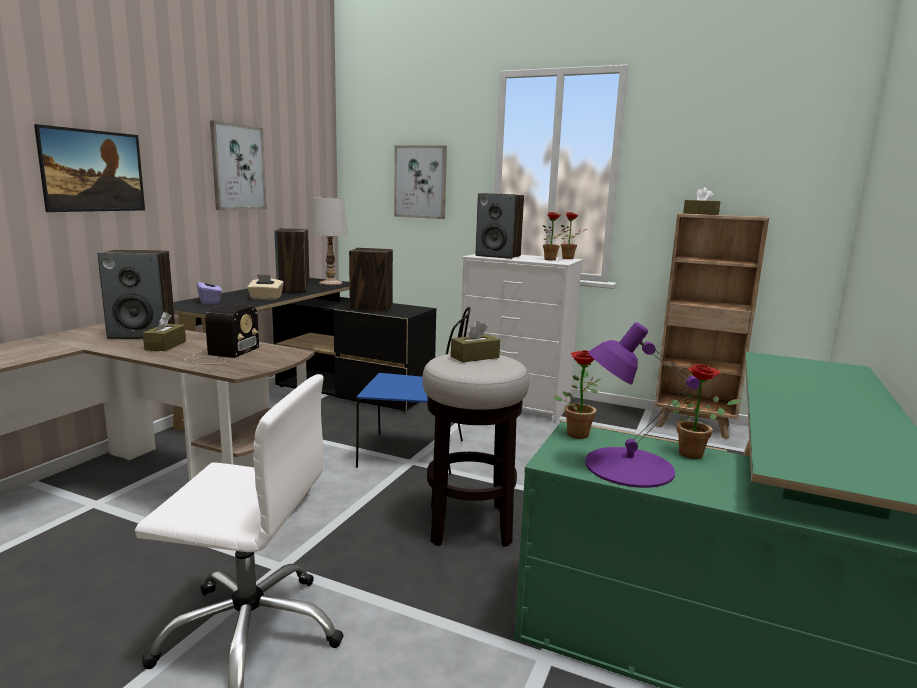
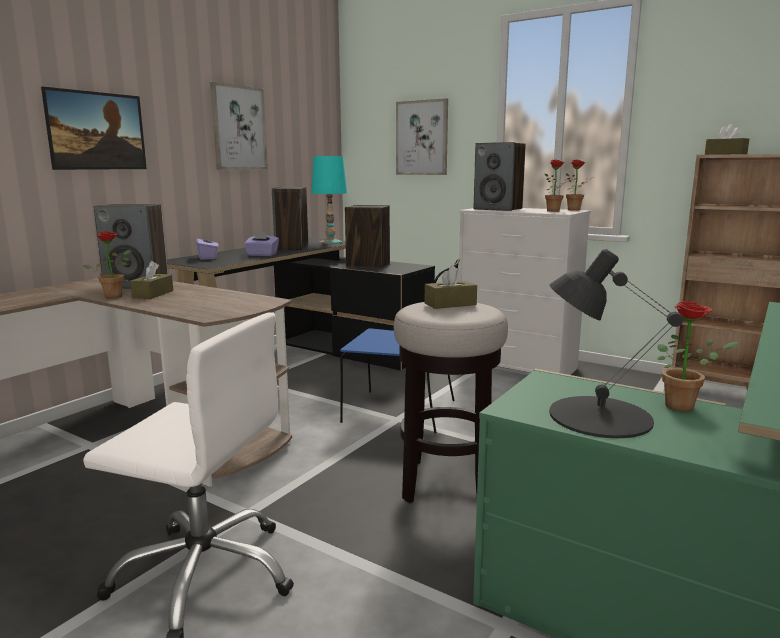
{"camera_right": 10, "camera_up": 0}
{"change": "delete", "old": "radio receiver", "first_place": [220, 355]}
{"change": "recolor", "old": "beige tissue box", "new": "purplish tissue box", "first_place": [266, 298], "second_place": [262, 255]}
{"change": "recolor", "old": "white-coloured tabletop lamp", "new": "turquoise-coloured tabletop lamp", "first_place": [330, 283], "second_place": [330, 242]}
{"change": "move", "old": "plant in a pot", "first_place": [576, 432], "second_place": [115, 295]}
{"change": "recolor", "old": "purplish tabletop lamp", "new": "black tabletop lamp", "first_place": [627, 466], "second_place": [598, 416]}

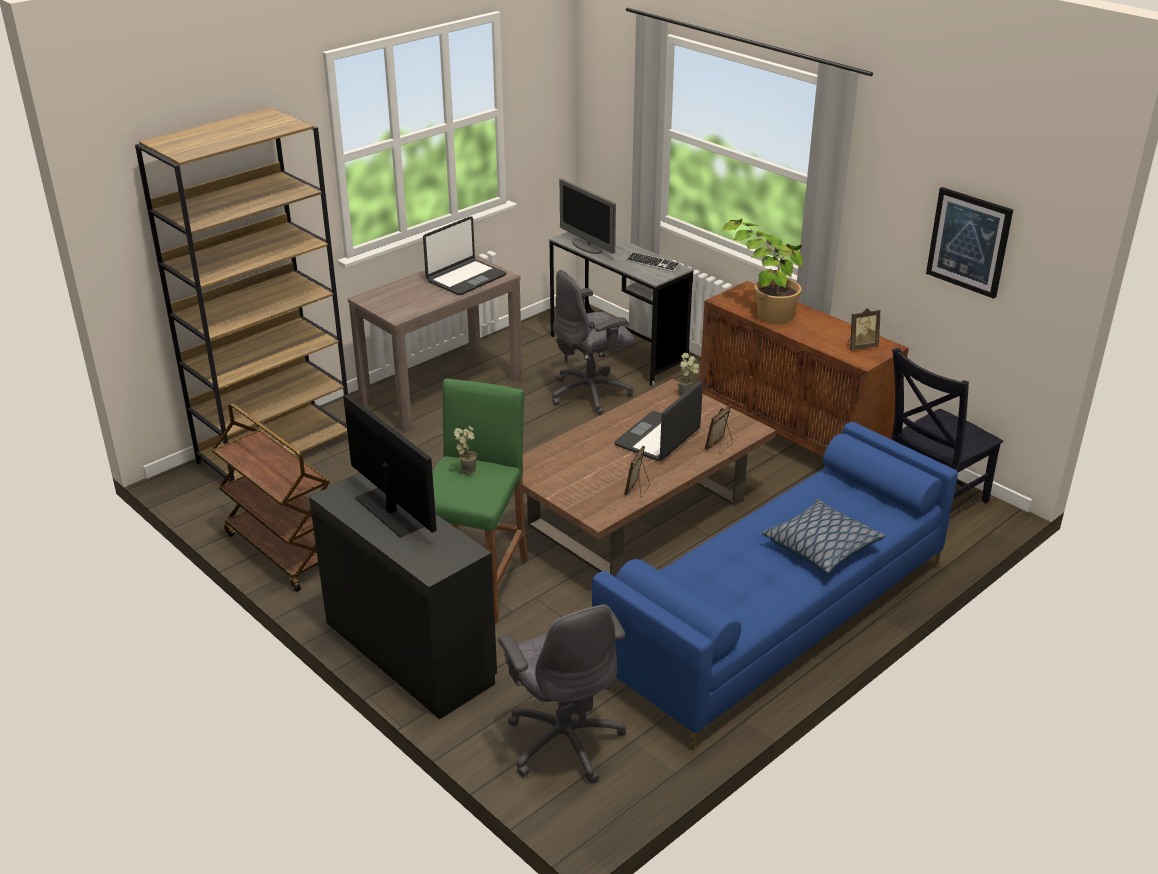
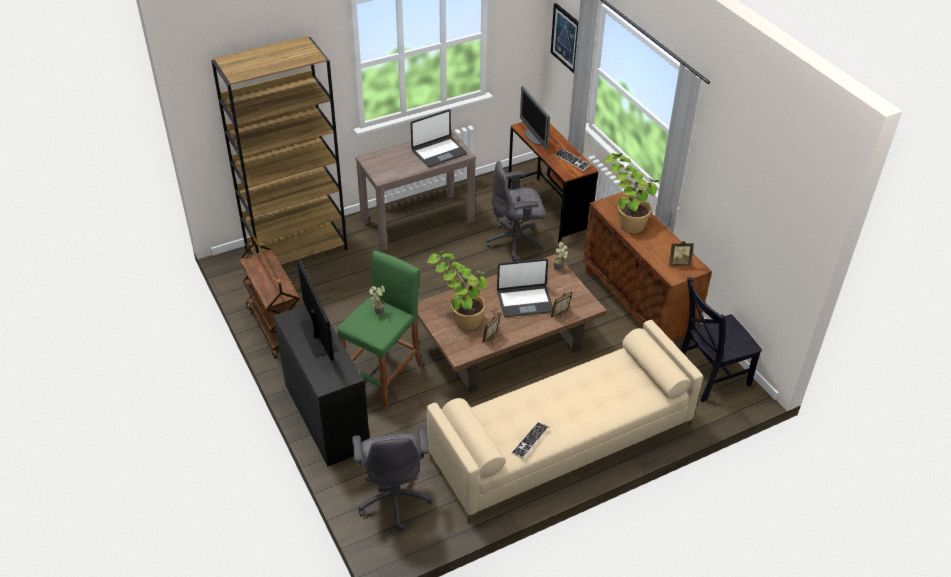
{"camera_right": 15, "camera_up": 10}
{"change": "recolor", "old": "gray desk unit", "new": "brown desk unit", "first_place": [618, 352], "second_place": [548, 210]}
{"change": "recolor", "old": "bluish settee", "new": "beige settee", "first_place": [775, 619], "second_place": [561, 444]}
{"change": "rotate", "old": "laptop", "first_place": [658, 438], "second_place": [524, 301], "degrees": -150}
{"change": "delete", "old": "cushion", "first_place": [821, 546]}
{"change": "move", "old": "picture", "first_place": [969, 242], "second_place": [566, 38]}
{"change": "insert", "new": "plant in a pot", "second_place": [459, 313]}
{"change": "insert", "new": "PC keyboard", "second_place": [530, 441]}

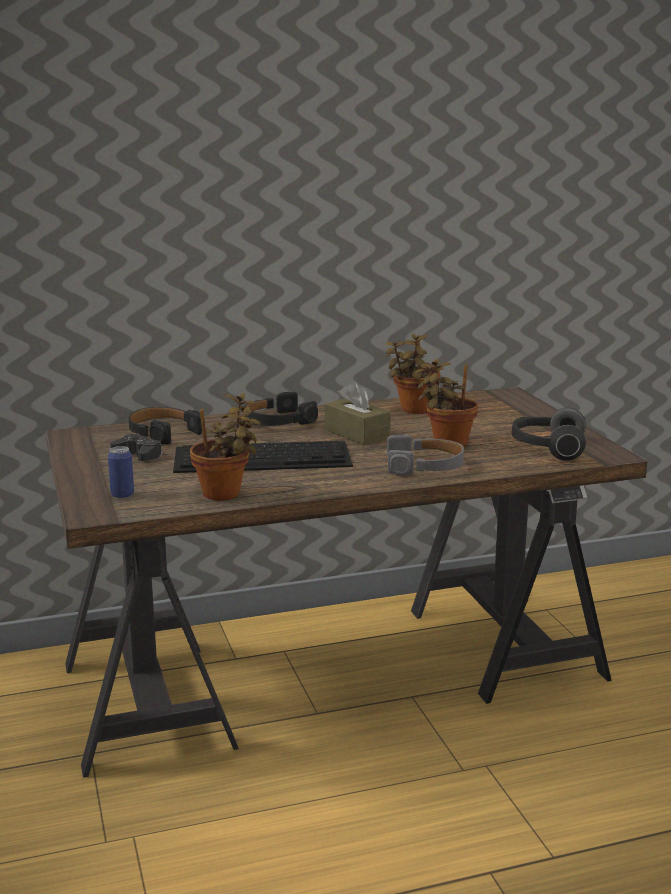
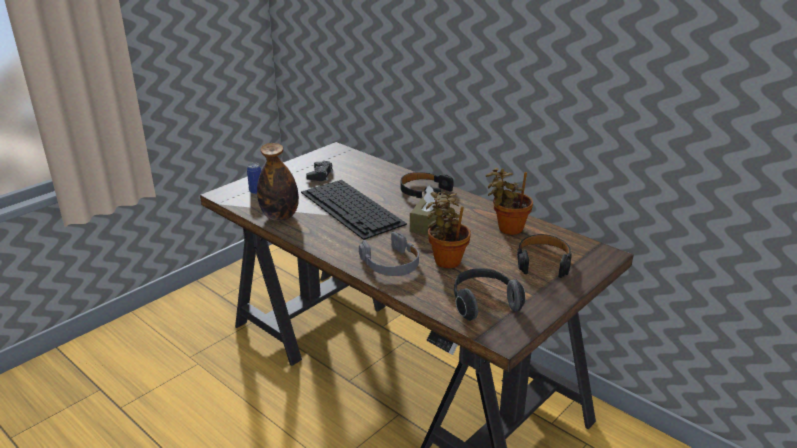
{"camera_right": 60, "camera_up": 10}
{"change": "move", "old": "black pair of headphones", "first_place": [163, 432], "second_place": [543, 261]}
{"change": "replace", "old": "plant in a pot", "new": "bottle", "first_place": [225, 494], "second_place": [280, 216]}

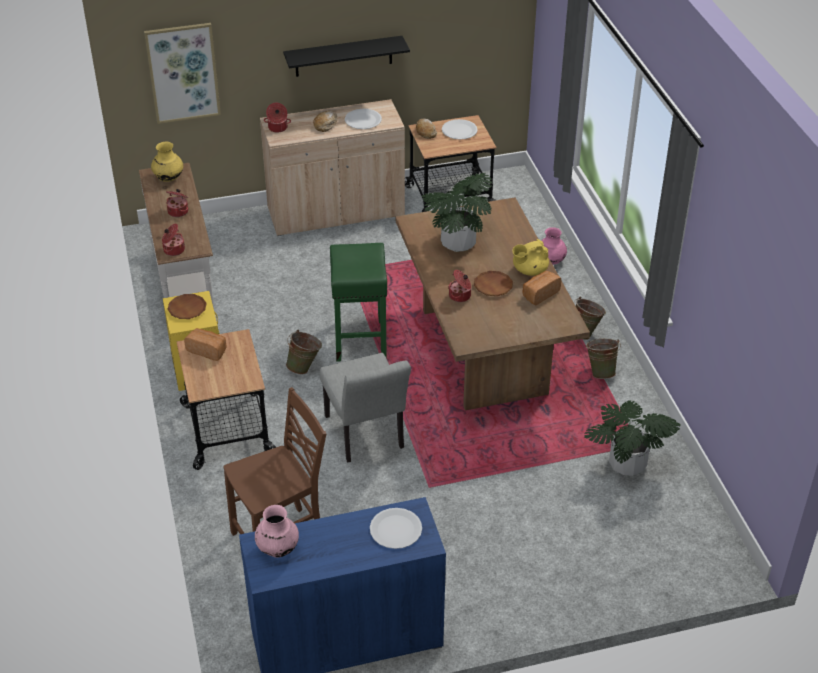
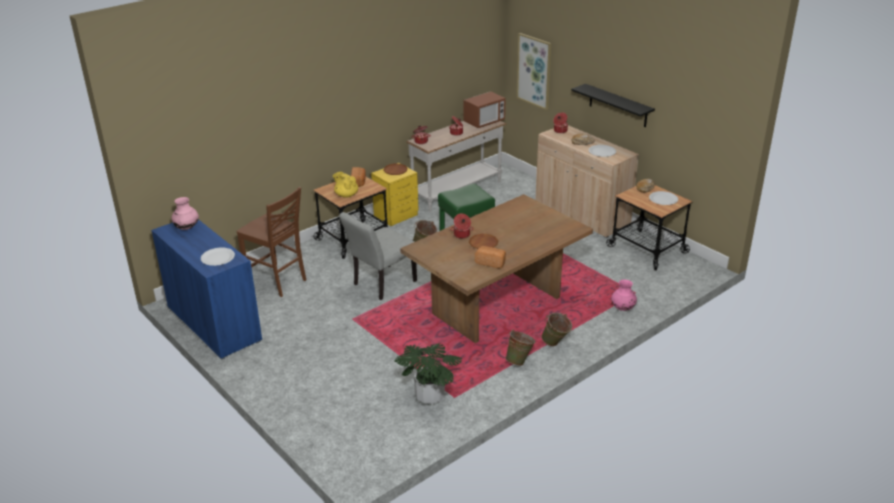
{"camera_right": 65, "camera_up": -10}
{"change": "replace", "old": "yellowish vase", "new": "microwave", "first_place": [168, 178], "second_place": [484, 122]}
{"change": "delete", "old": "plant in a pot", "first_place": [458, 243]}
{"change": "move", "old": "yellowish tea pot", "first_place": [529, 271], "second_place": [346, 195]}

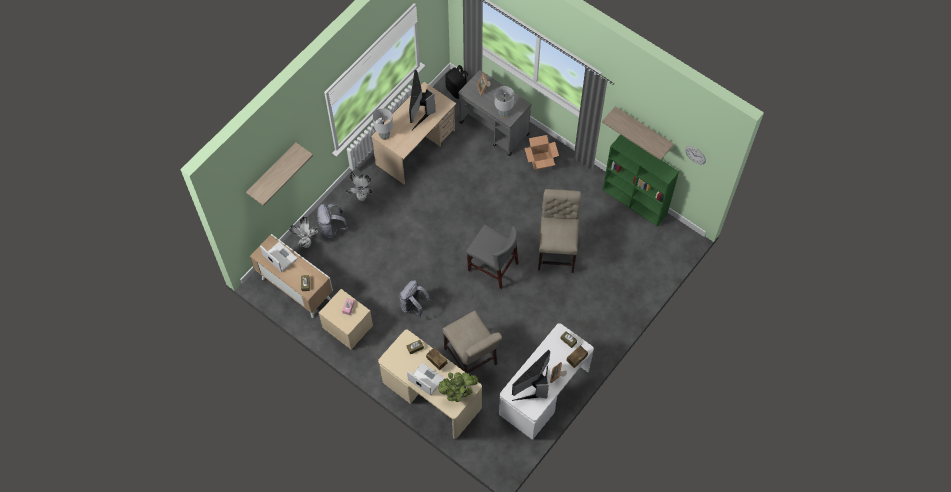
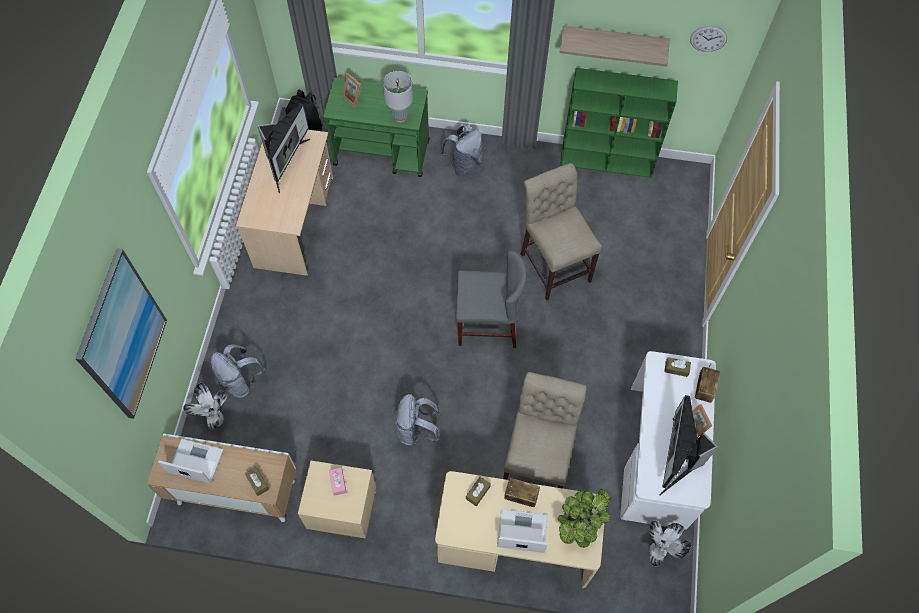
{"camera_right": -30, "camera_up": 0}
{"change": "replace", "old": "wall shelf", "new": "picture", "first_place": [272, 171], "second_place": [122, 337]}
{"change": "move", "old": "plant in a pot", "first_place": [362, 198], "second_place": [657, 553]}
{"change": "delete", "old": "gray tabletop lamp", "first_place": [384, 136]}
{"change": "rotate", "old": "computer screen", "first_place": [420, 111], "second_place": [286, 162], "degrees": -135}
{"change": "rotate", "old": "beige upright chair", "first_place": [472, 359], "second_place": [537, 461], "degrees": -105}
{"change": "recolor", "old": "gray trolley", "new": "green trolley", "first_place": [494, 128], "second_place": [382, 153]}
{"change": "replace", "old": "packing box", "new": "gray knapsack", "first_place": [541, 160], "second_place": [463, 164]}

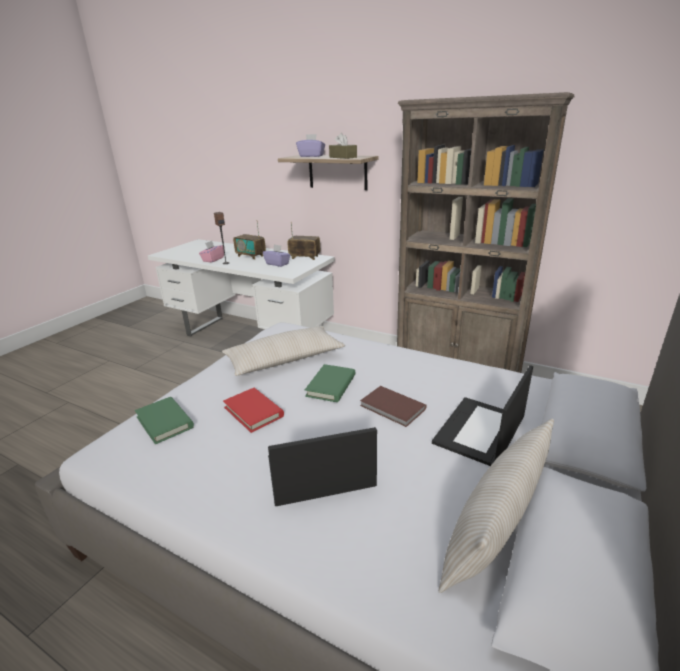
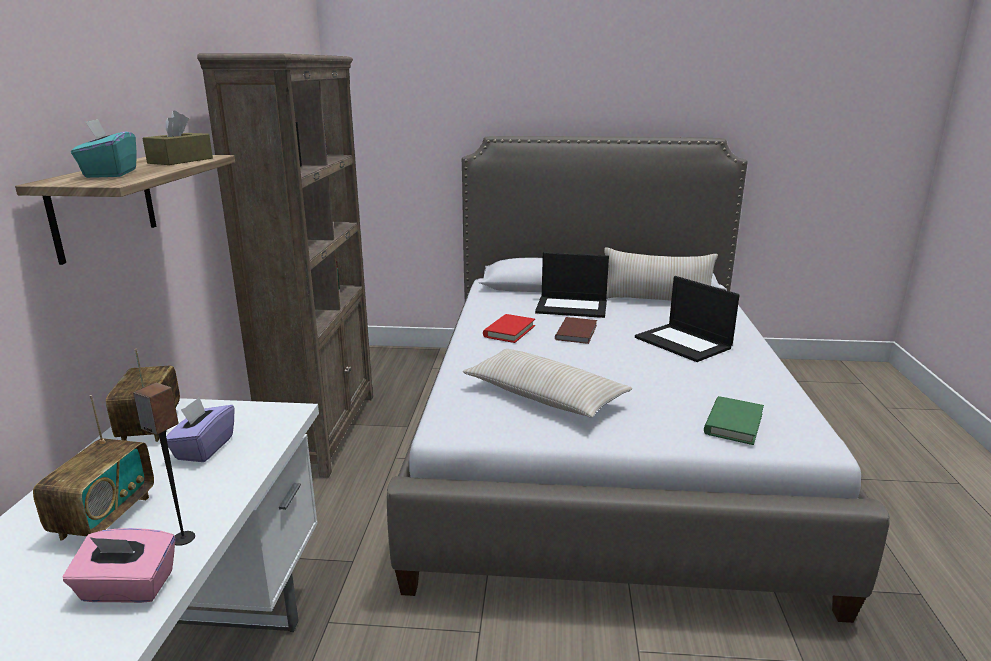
{"camera_right": -115, "camera_up": -5}
{"change": "move", "old": "red book", "first_place": [253, 412], "second_place": [509, 331]}
{"change": "recolor", "old": "purplish tissue box", "new": "turquoise-coloured tissue box", "first_place": [311, 156], "second_place": [110, 174]}
{"change": "delete", "old": "green book", "first_place": [331, 386]}

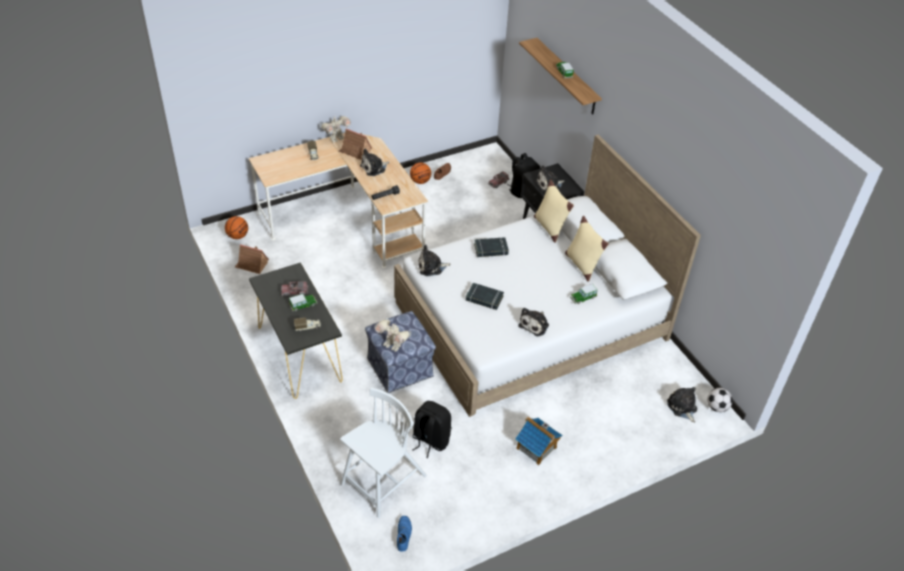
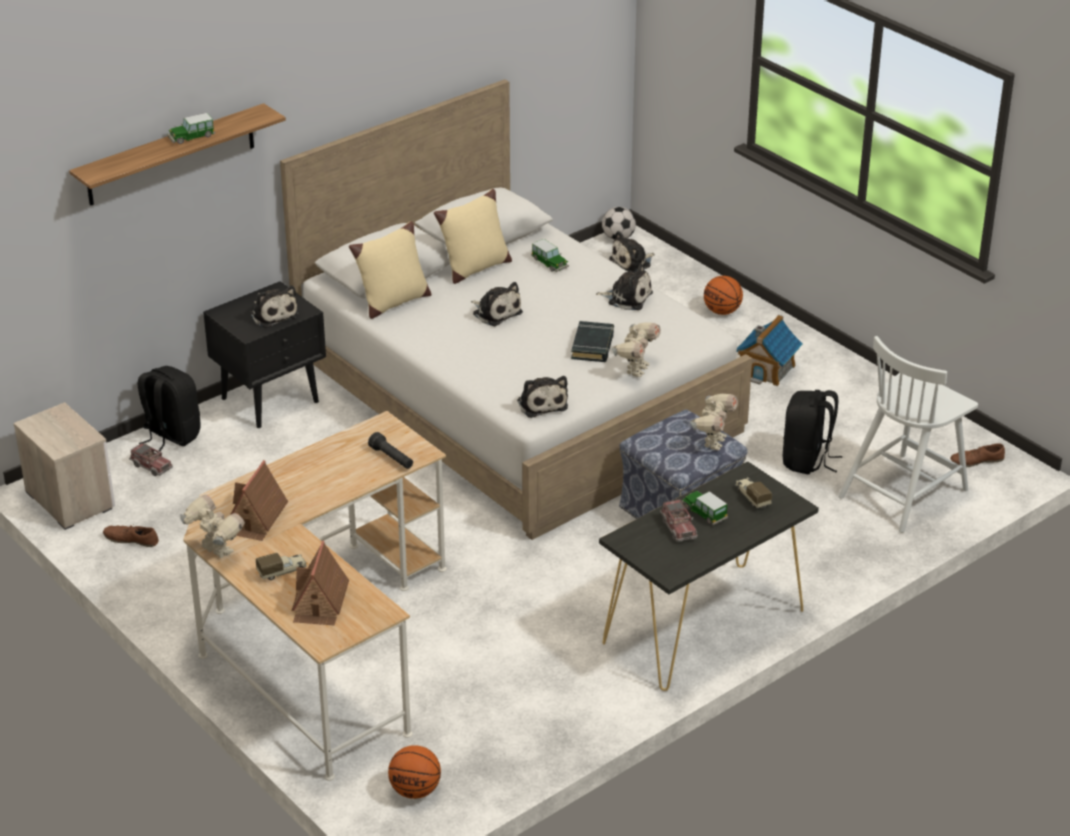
{"camera_right": -100, "camera_up": -10}
{"change": "move", "old": "miniature house", "first_place": [252, 265], "second_place": [320, 603]}
{"change": "rotate", "old": "white-coloured upright chair", "first_place": [383, 481], "second_place": [904, 492], "degrees": -75}
{"change": "move", "old": "plush toy", "first_place": [374, 168], "second_place": [495, 312]}
{"change": "recolor", "old": "bluish low shoe", "new": "brown low shoe", "first_place": [403, 535], "second_place": [976, 461]}
{"change": "move", "old": "ball for basketball", "first_place": [420, 181], "second_place": [722, 311]}
{"change": "delete", "old": "black book", "first_place": [491, 249]}
{"change": "insert", "new": "night table", "second_place": [69, 499]}
{"change": "insert", "new": "model robot", "second_place": [635, 369]}

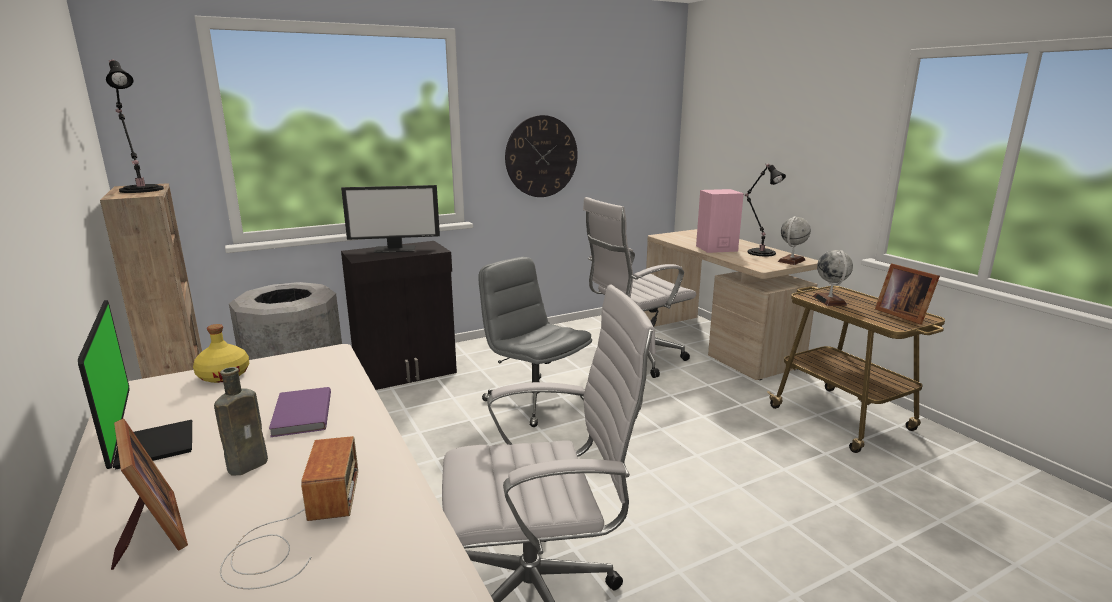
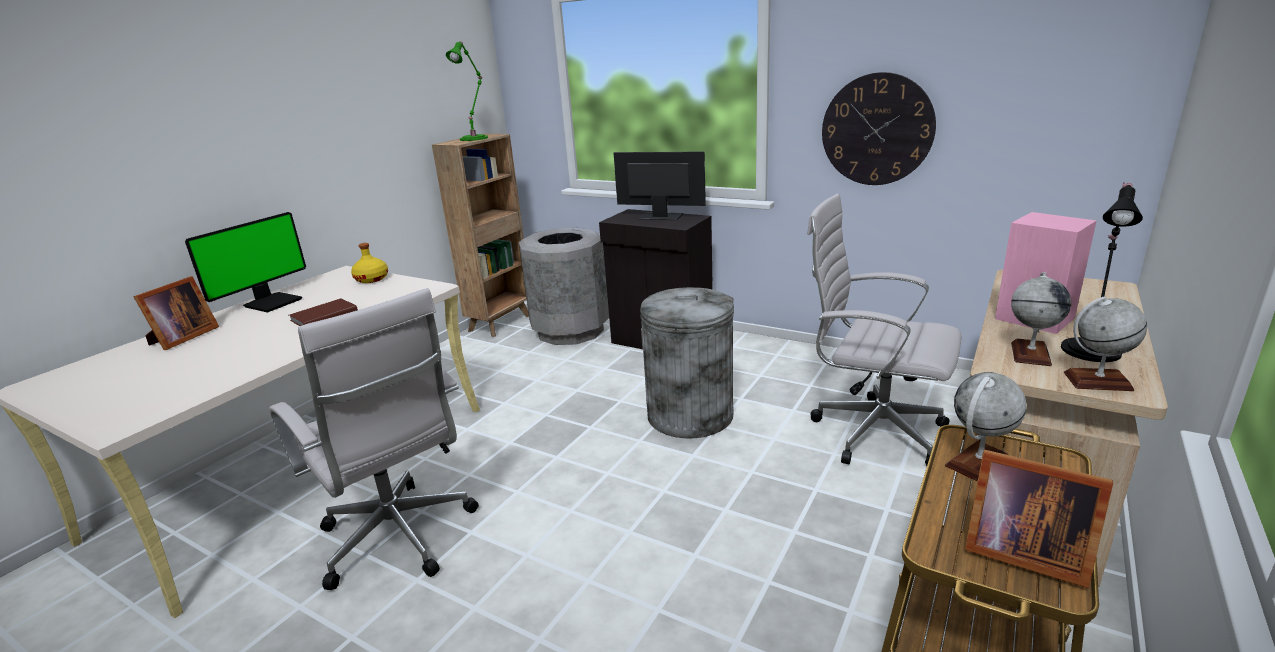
{"camera_right": 60, "camera_up": 5}
{"change": "recolor", "old": "black tabletop lamp", "new": "green tabletop lamp", "first_place": [141, 189], "second_place": [475, 138]}
{"change": "delete", "old": "brown bottle", "first_place": [250, 464]}
{"change": "delete", "old": "radio receiver", "first_place": [296, 527]}
{"change": "recolor", "old": "purplish book", "new": "brown book", "first_place": [300, 415], "second_place": [323, 315]}
{"change": "rotate", "old": "computer screen", "first_place": [395, 249], "second_place": [660, 216], "degrees": 150}
{"change": "replace", "old": "gray office chair", "new": "gray waste bin", "first_place": [534, 400], "second_place": [690, 414]}
{"change": "rotate", "old": "standing frame", "first_place": [902, 314], "second_place": [1020, 551], "degrees": -90}
{"change": "insert", "new": "world globe", "second_place": [1030, 354]}

